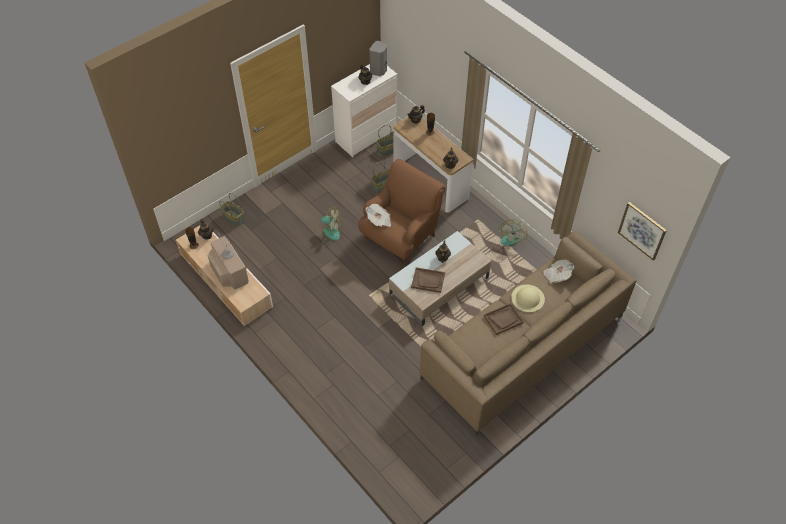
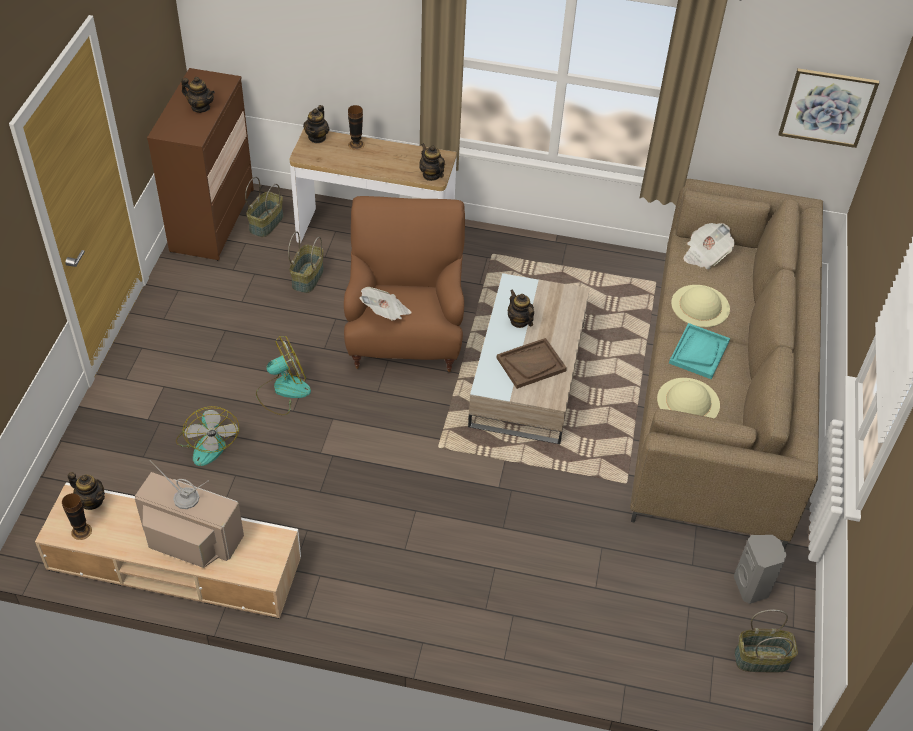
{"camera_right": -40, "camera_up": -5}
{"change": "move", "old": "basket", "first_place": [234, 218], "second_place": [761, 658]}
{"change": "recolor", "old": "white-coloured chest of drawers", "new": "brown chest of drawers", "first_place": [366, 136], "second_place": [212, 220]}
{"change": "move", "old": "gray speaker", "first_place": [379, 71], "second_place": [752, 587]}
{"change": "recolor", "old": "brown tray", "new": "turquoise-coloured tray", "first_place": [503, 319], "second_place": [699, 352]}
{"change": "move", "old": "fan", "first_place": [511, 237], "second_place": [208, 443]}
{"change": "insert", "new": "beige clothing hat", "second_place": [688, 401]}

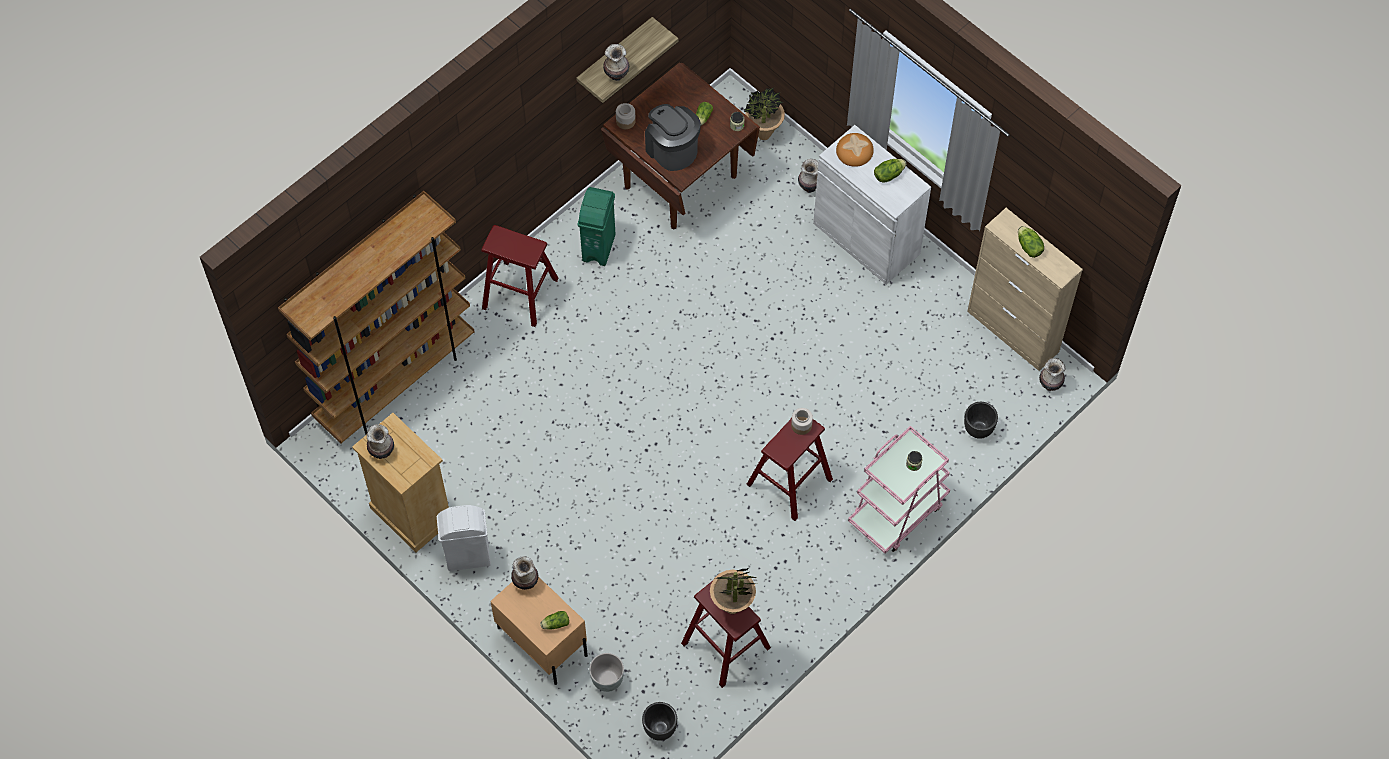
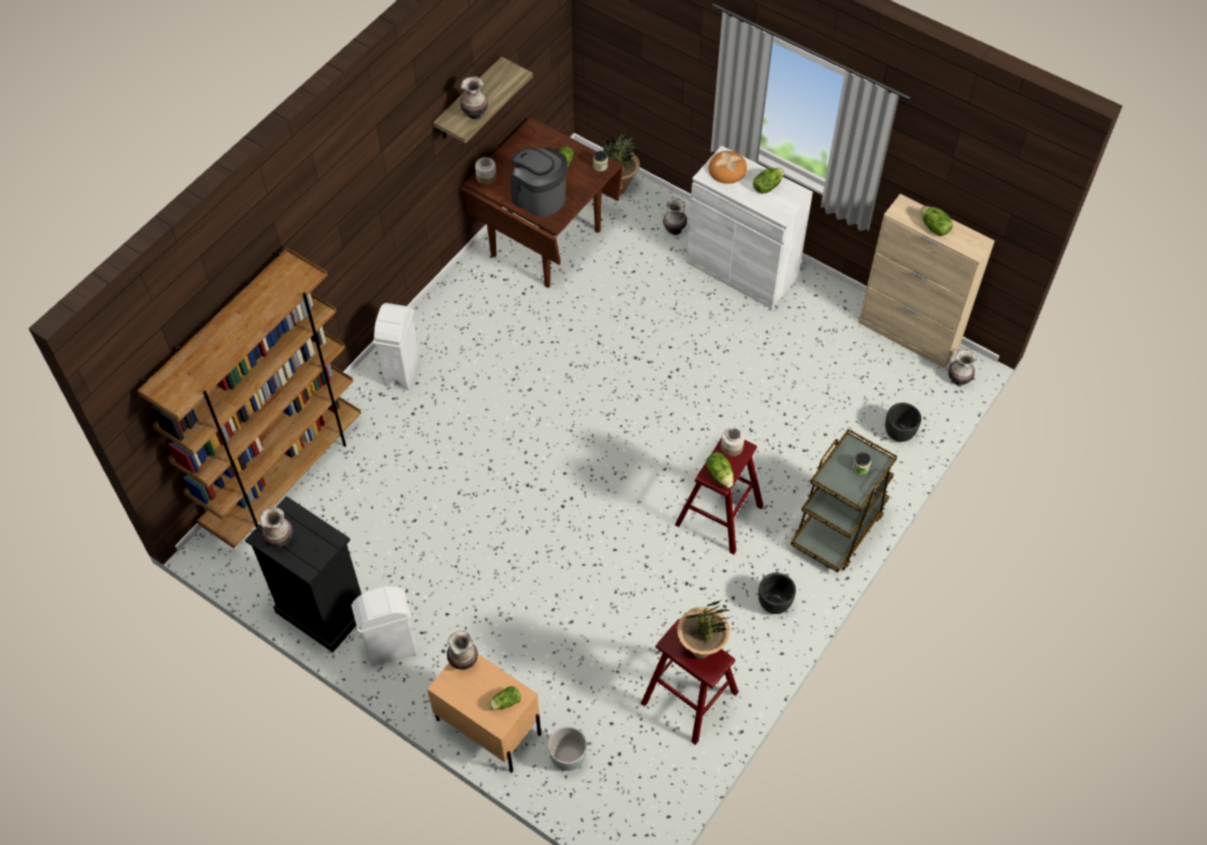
{"camera_right": -10, "camera_up": -5}
{"change": "recolor", "old": "beige chest of drawers", "new": "black chest of drawers", "first_place": [411, 513], "second_place": [321, 611]}
{"change": "replace", "old": "red sitting stool", "new": "white-coloured waste bin", "first_place": [520, 293], "second_place": [402, 370]}
{"change": "delete", "old": "green waste bin", "first_place": [599, 247]}
{"change": "move", "old": "black plant pot", "first_place": [659, 728], "second_place": [773, 603]}
{"change": "recolor", "old": "pink trolley", "new": "brown trolley", "first_place": [897, 511], "second_place": [838, 527]}
{"change": "insert", "new": "head of lettuce", "second_place": [720, 475]}

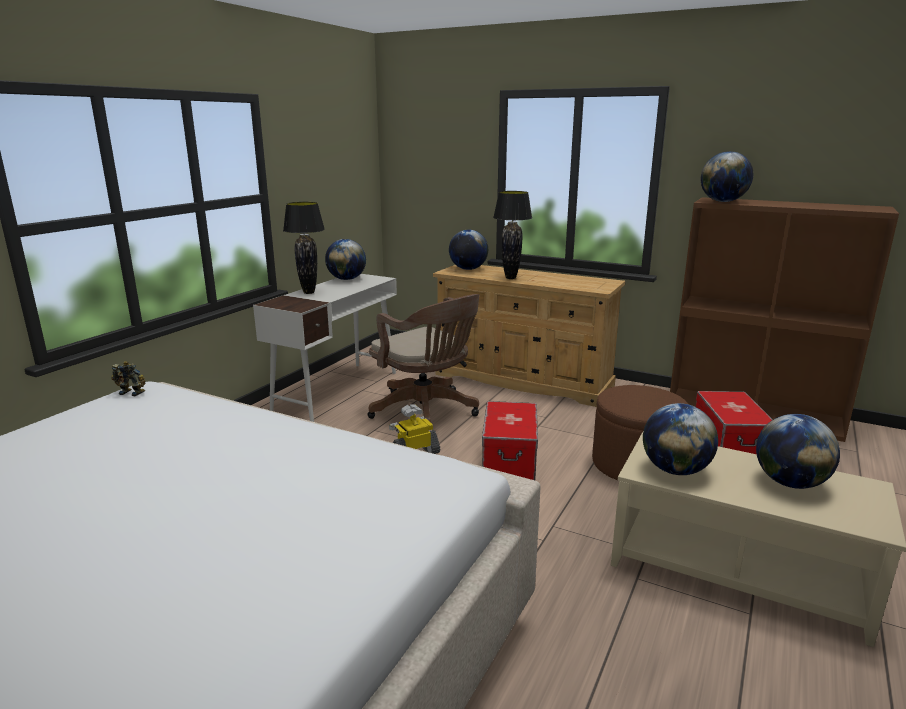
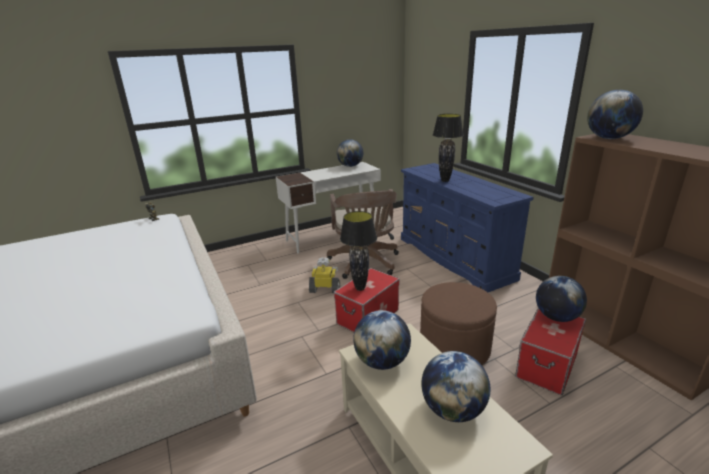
{"camera_right": 35, "camera_up": 5}
{"change": "move", "old": "black tabletop lamp", "first_place": [309, 292], "second_place": [360, 288]}
{"change": "recolor", "old": "beige chest of drawers", "new": "bluish chest of drawers", "first_place": [524, 380], "second_place": [454, 258]}
{"change": "move", "old": "world globe", "first_place": [468, 269], "second_place": [556, 317]}

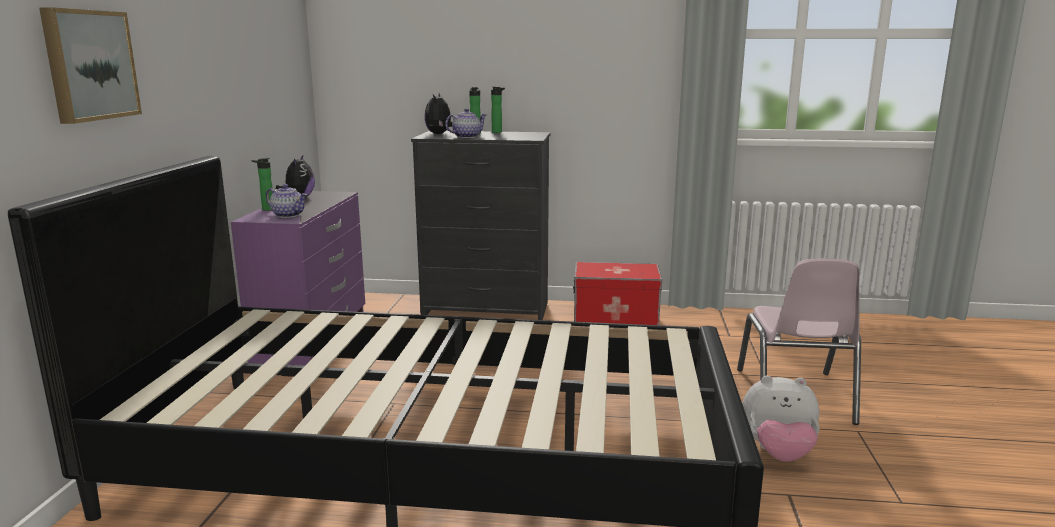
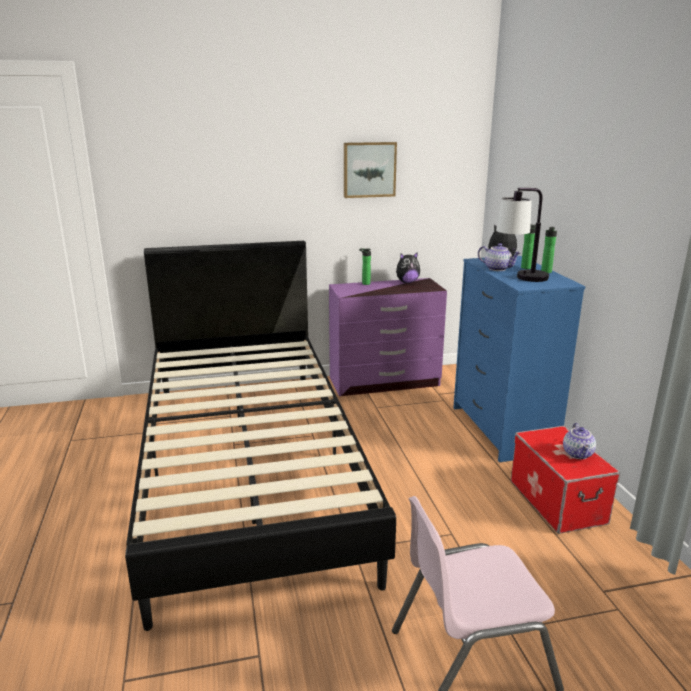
{"camera_right": 70, "camera_up": 5}
{"change": "move", "old": "picture", "first_place": [89, 65], "second_place": [369, 169]}
{"change": "move", "old": "tea pot", "first_place": [289, 215], "second_place": [578, 454]}
{"change": "recolor", "old": "black chest of drawers", "new": "bluish chest of drawers", "first_place": [486, 311], "second_place": [501, 429]}
{"change": "delete", "old": "plush toy", "first_place": [777, 453]}
{"change": "insert", "new": "tabletop lamp", "second_place": [520, 279]}

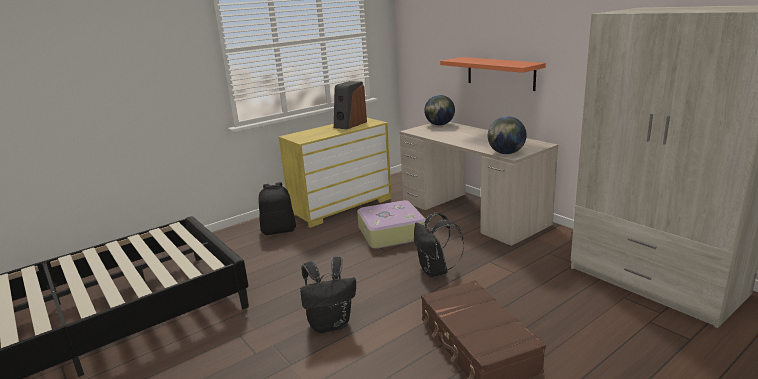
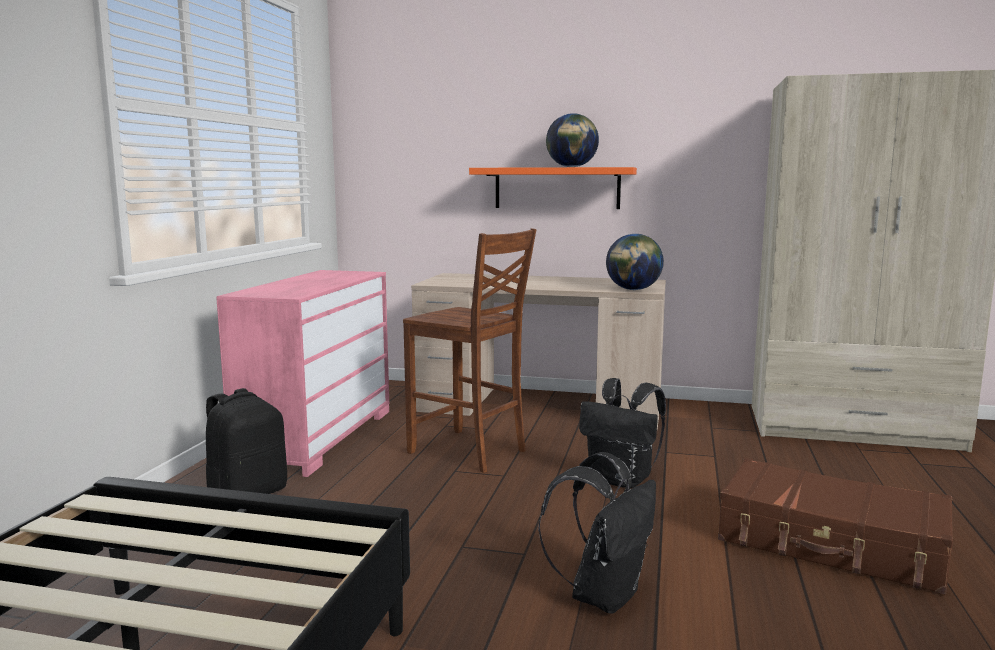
{"camera_right": -40, "camera_up": -10}
{"change": "recolor", "old": "yellowish chest of drawers", "new": "pink chest of drawers", "first_place": [341, 206], "second_place": [317, 437]}
{"change": "delete", "old": "speaker", "first_place": [350, 124]}
{"change": "replace", "old": "piece of luggage", "new": "brown upright chair", "first_place": [391, 233], "second_place": [469, 452]}
{"change": "move", "old": "world globe", "first_place": [439, 125], "second_place": [572, 167]}

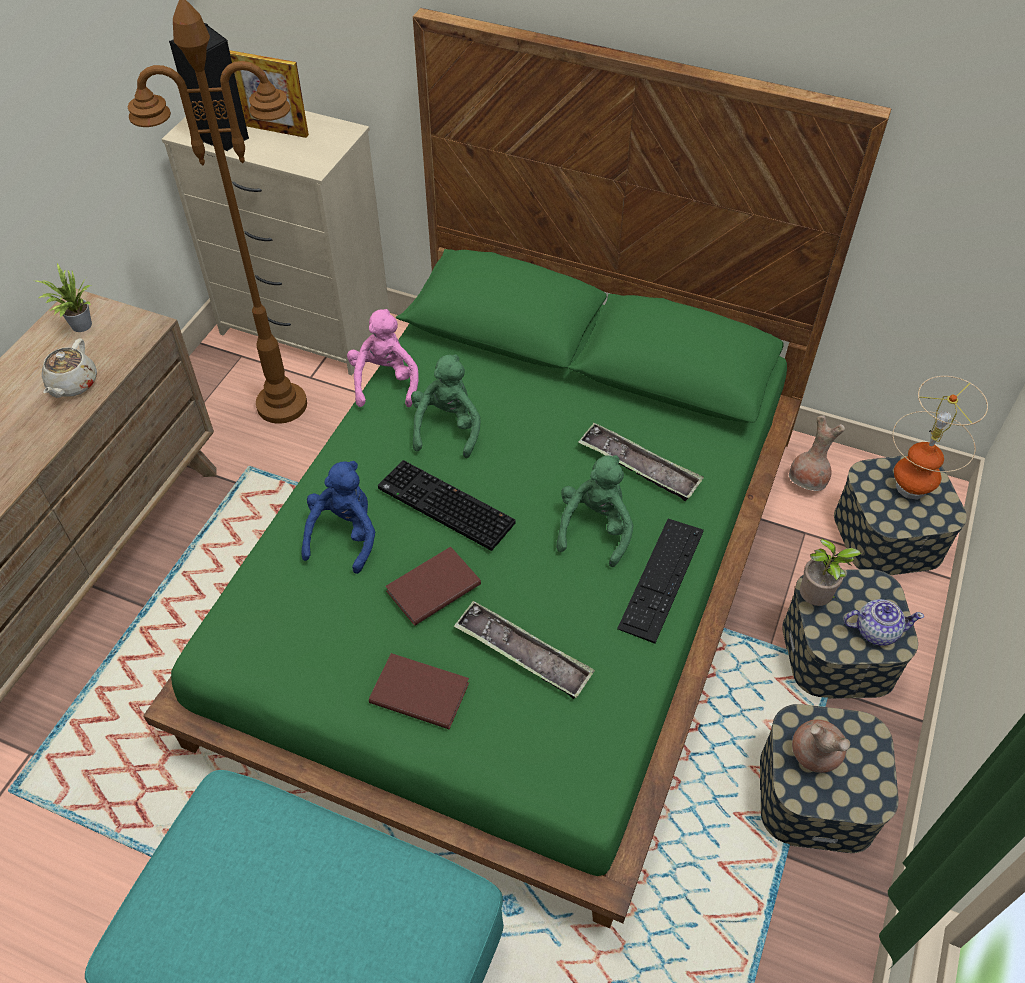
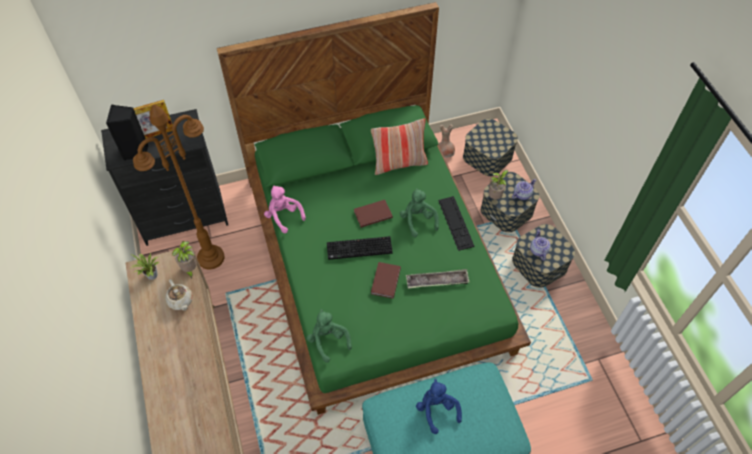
{"camera_right": -40, "camera_up": 5}
{"change": "recolor", "old": "beige chest of drawers", "new": "black chest of drawers", "first_place": [305, 328], "second_place": [184, 217]}
{"change": "move", "old": "bluish plush toy", "first_place": [344, 535], "second_place": [436, 410]}
{"change": "move", "old": "brown book", "first_place": [419, 691], "second_place": [372, 214]}
{"change": "move", "old": "green plush toy", "first_place": [447, 427], "second_place": [328, 340]}
{"change": "delete", "old": "tray", "first_place": [639, 466]}
{"change": "replace", "old": "brown vase", "new": "tea pot", "first_place": [813, 756], "second_place": [538, 250]}
{"change": "delete", "old": "tabletop lamp", "first_place": [910, 487]}
{"change": "insert", "new": "plant in a pot", "second_place": [189, 269]}
{"change": "insert", "new": "cushion", "second_place": [399, 163]}

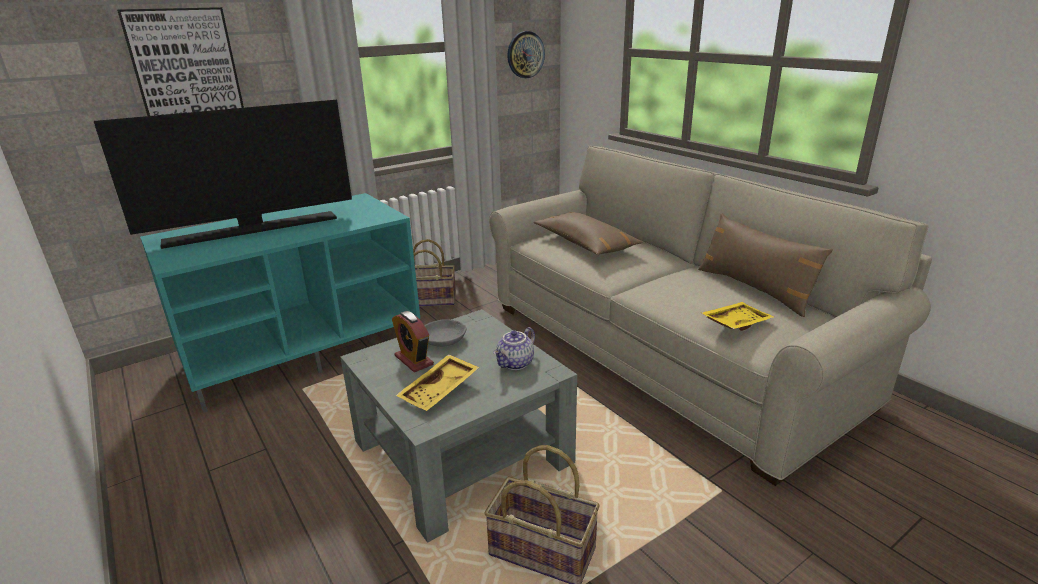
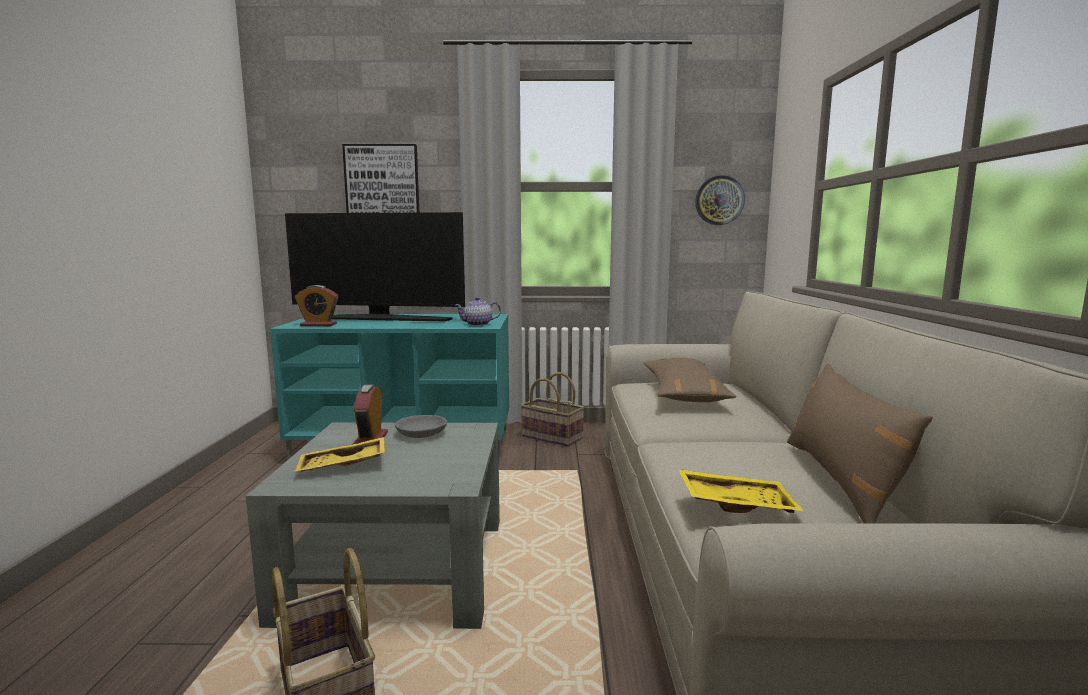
{"camera_right": 35, "camera_up": -15}
{"change": "move", "old": "tea pot", "first_place": [516, 364], "second_place": [478, 324]}
{"change": "insert", "new": "table clock", "second_place": [318, 325]}

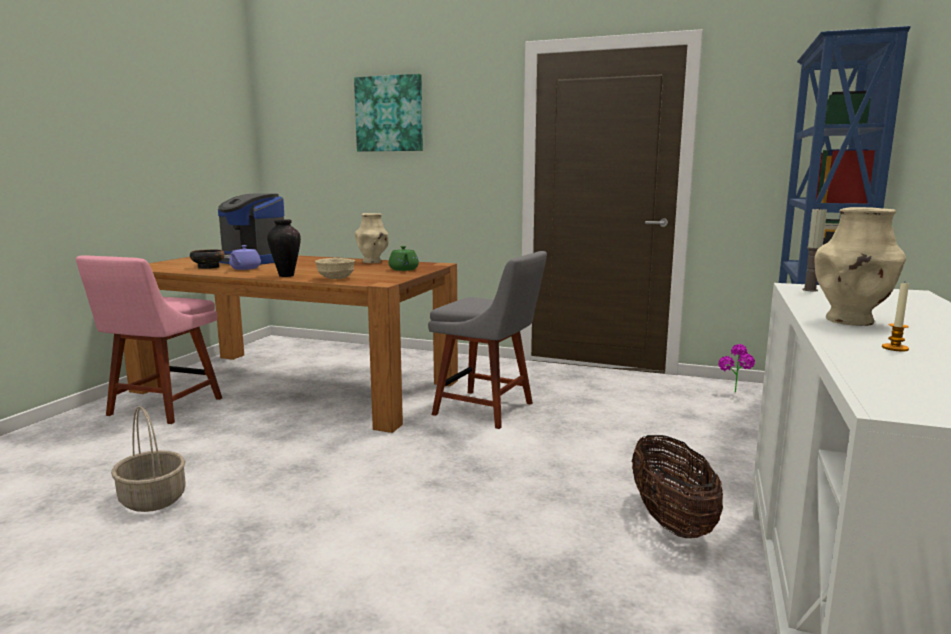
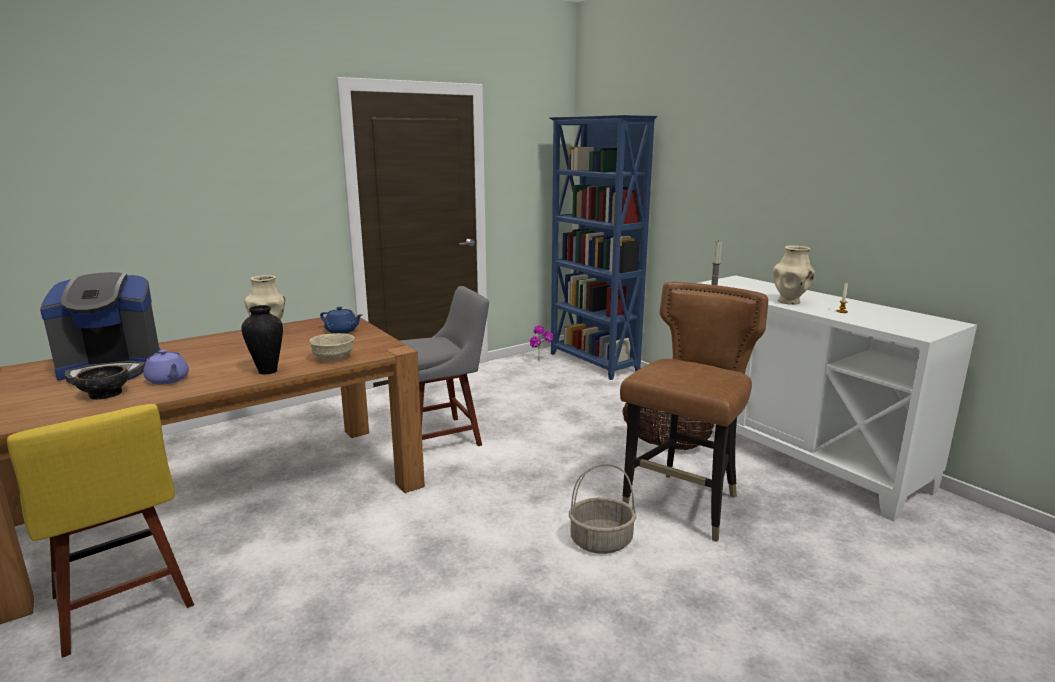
{"camera_right": -55, "camera_up": 5}
{"change": "recolor", "old": "pink upright chair", "new": "yellowish upright chair", "first_place": [162, 408], "second_place": [123, 605]}
{"change": "move", "old": "basket", "first_place": [152, 499], "second_place": [600, 542]}
{"change": "delete", "old": "picture", "first_place": [389, 114]}
{"change": "recolor", "old": "green tea pot", "new": "bluish tea pot", "first_place": [403, 269], "second_place": [342, 331]}
{"change": "insert", "new": "brown upright chair", "second_place": [684, 506]}

